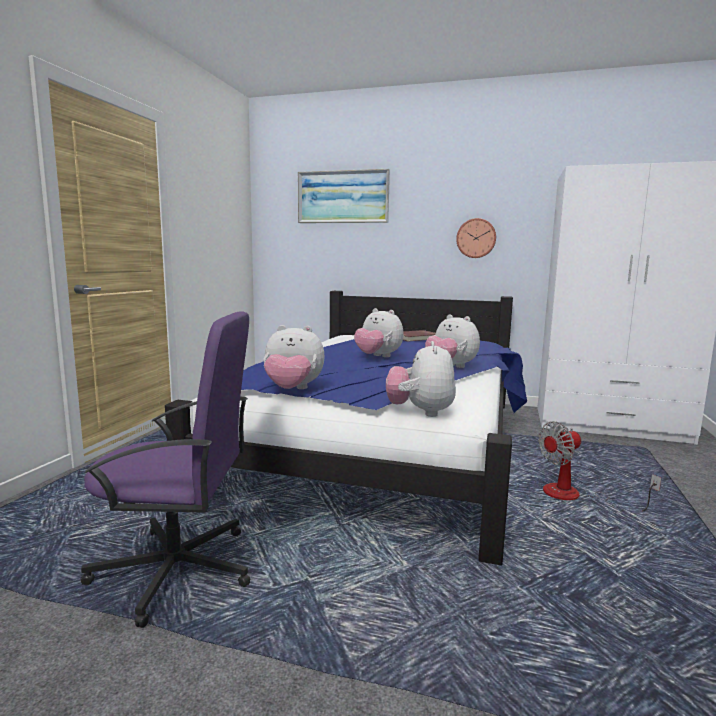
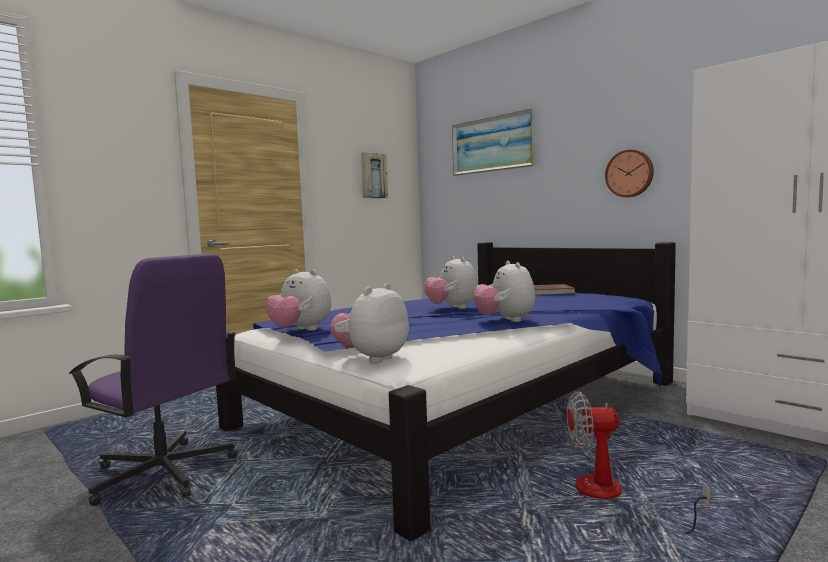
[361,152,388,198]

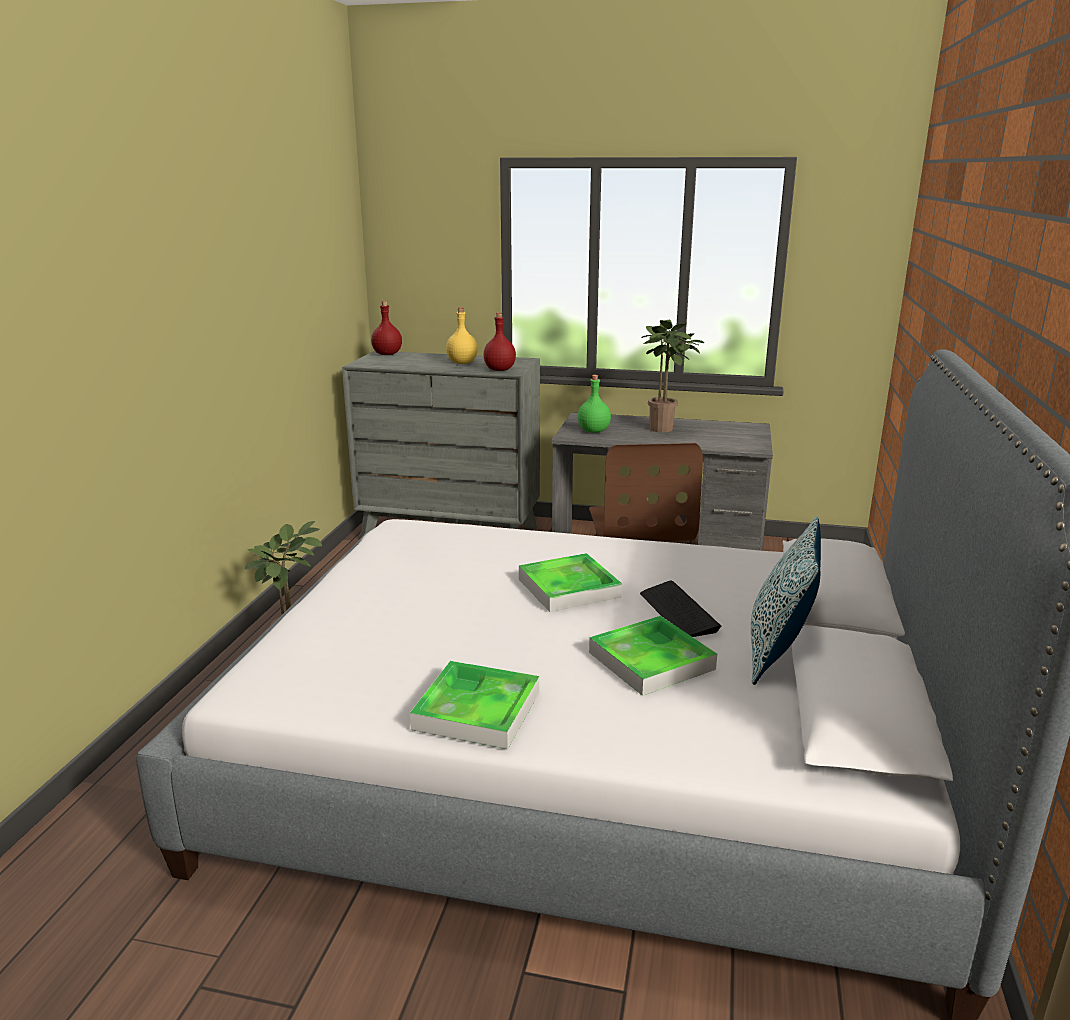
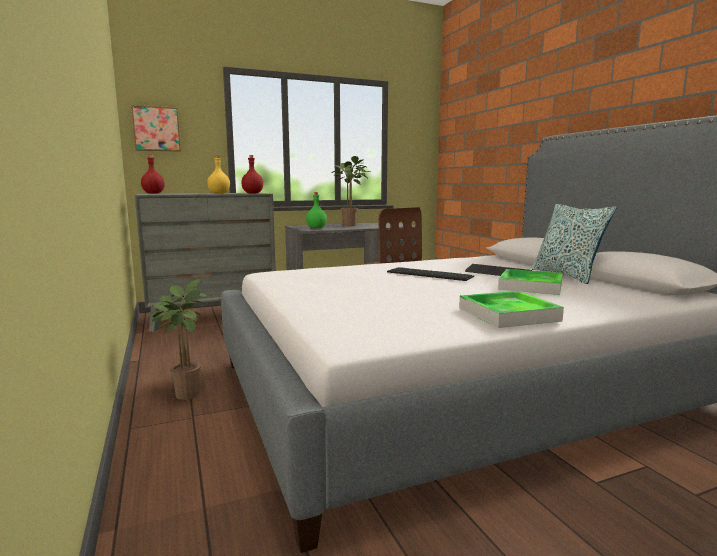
[131,105,181,152]
[387,267,474,281]

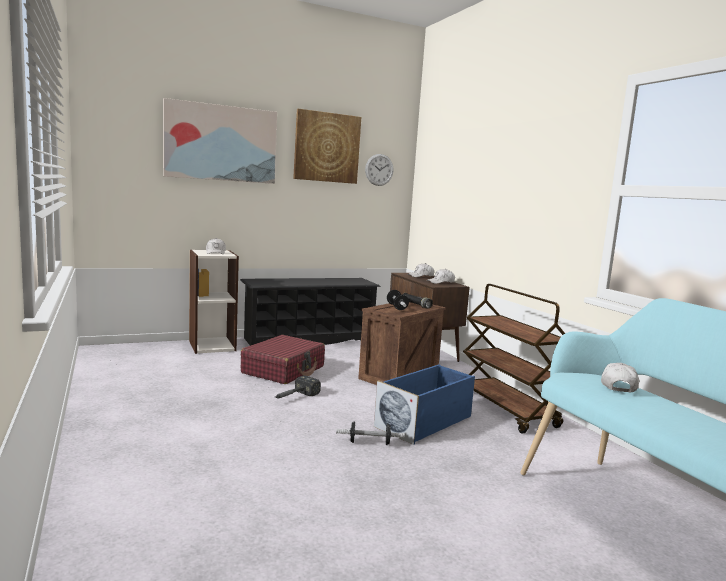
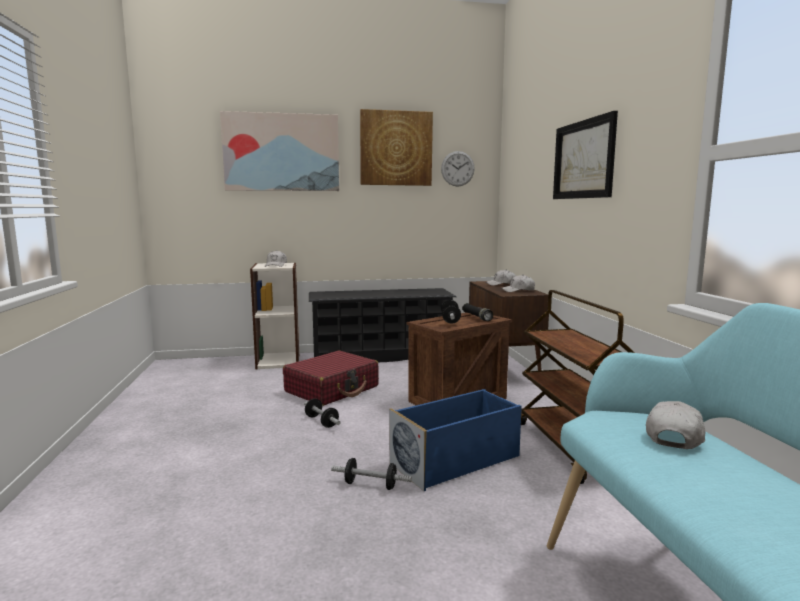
[553,111,618,199]
[304,398,341,428]

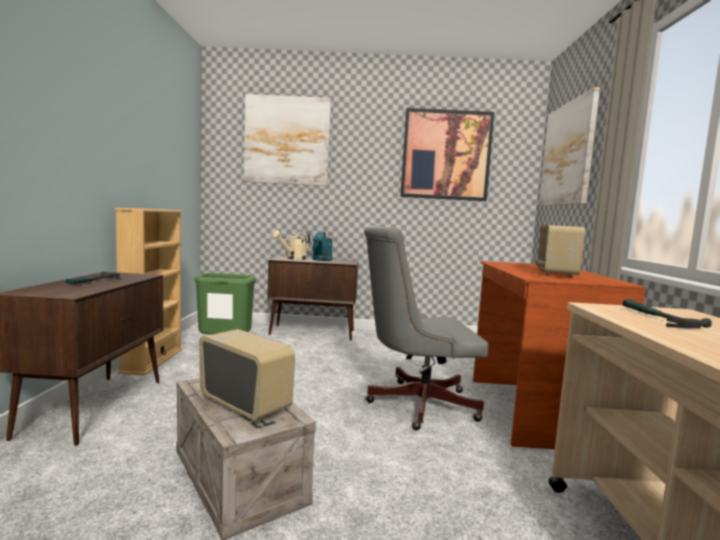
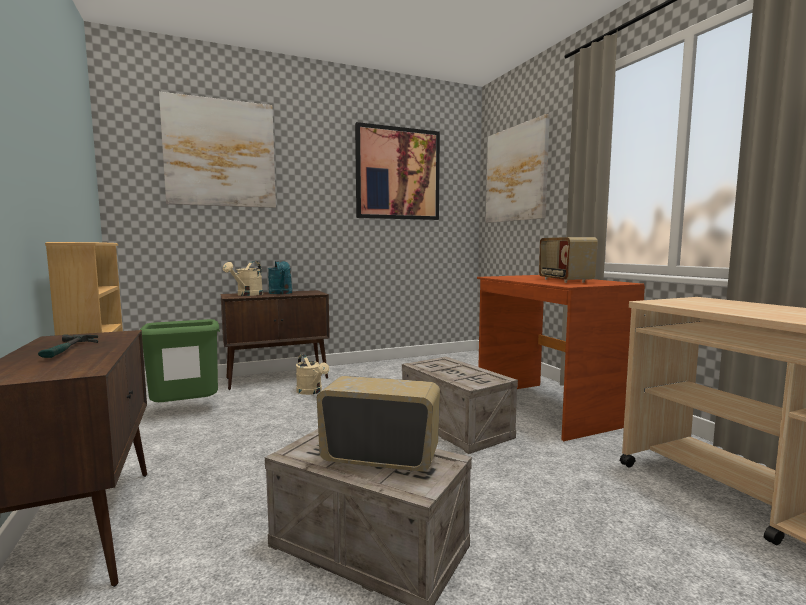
[623,299,712,328] (first image)
[296,354,329,395]
[402,357,518,454]

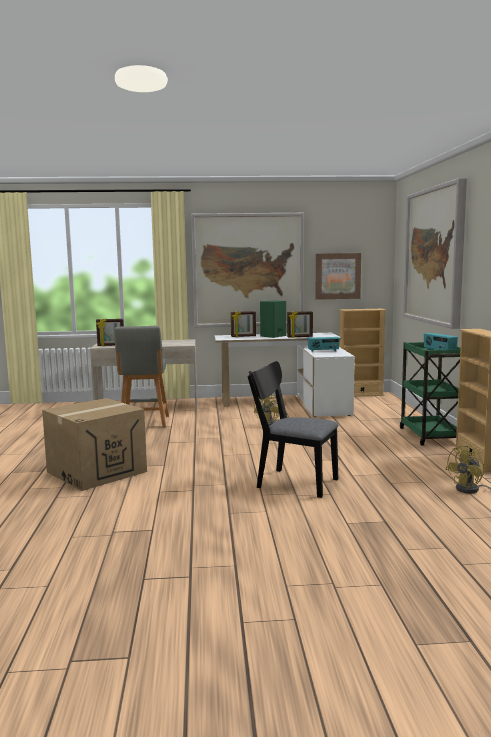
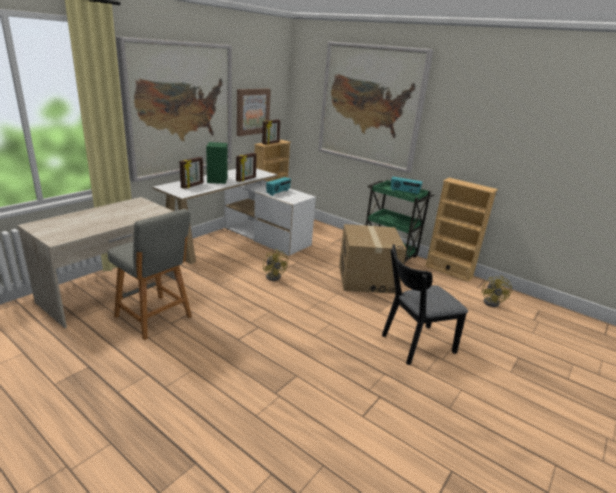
[339,224,407,294]
[262,119,280,145]

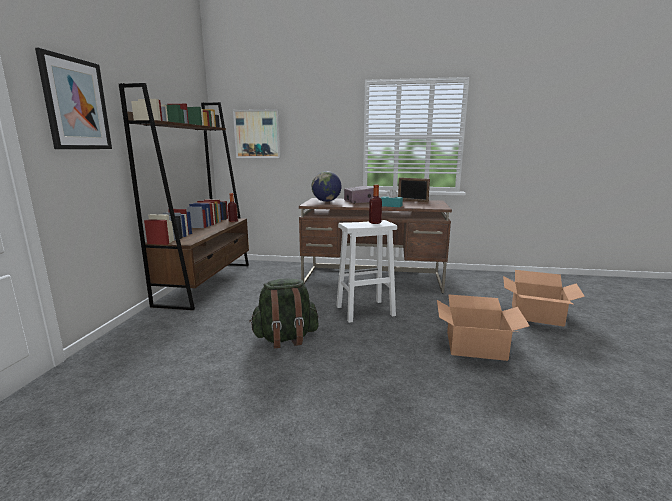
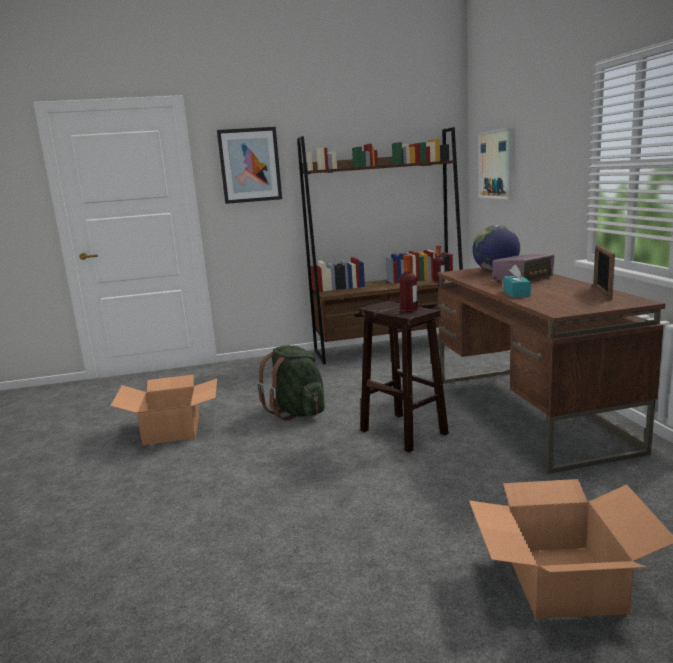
[111,375,217,445]
[359,301,449,452]

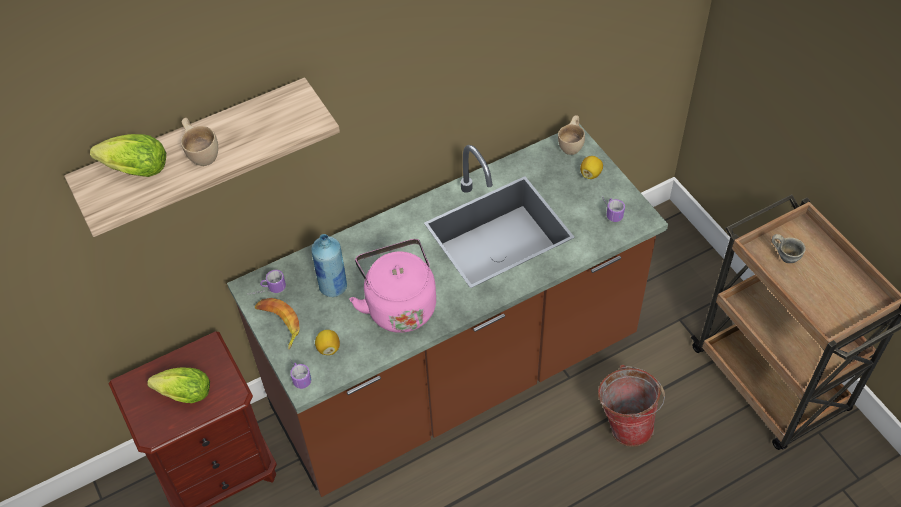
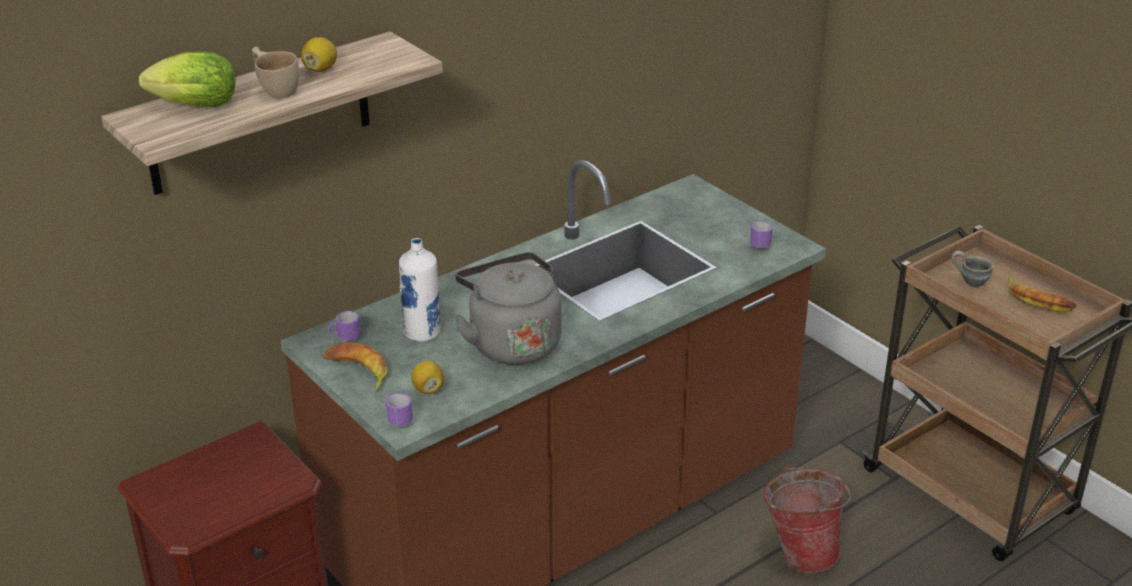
[148,367,210,403] (first image)
[558,115,585,155] (first image)
[1008,275,1077,312]
[301,37,337,72]
[399,238,441,342]
[454,252,562,365]

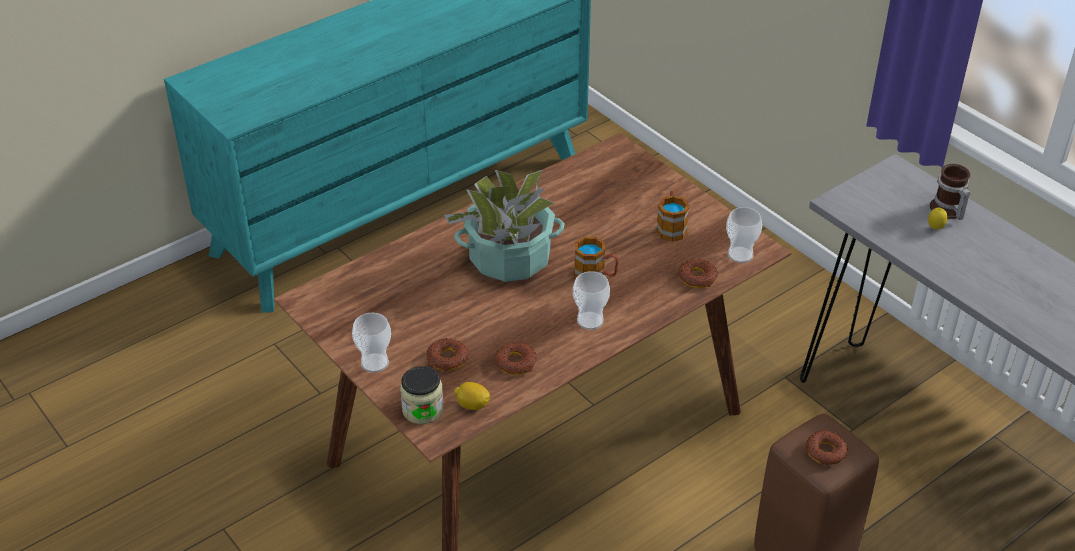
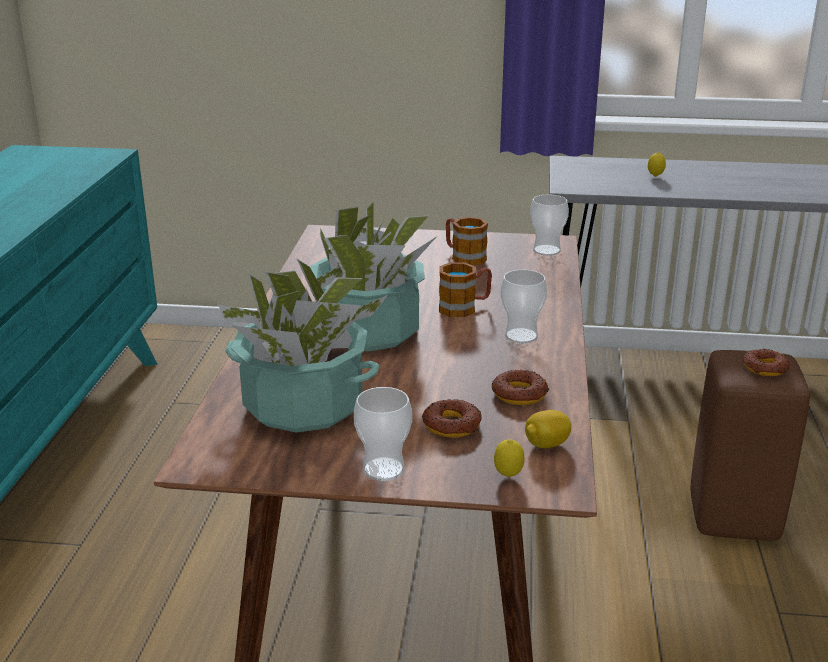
[678,259,718,288] (first image)
[930,164,971,220] (first image)
[218,258,388,433]
[494,439,524,477]

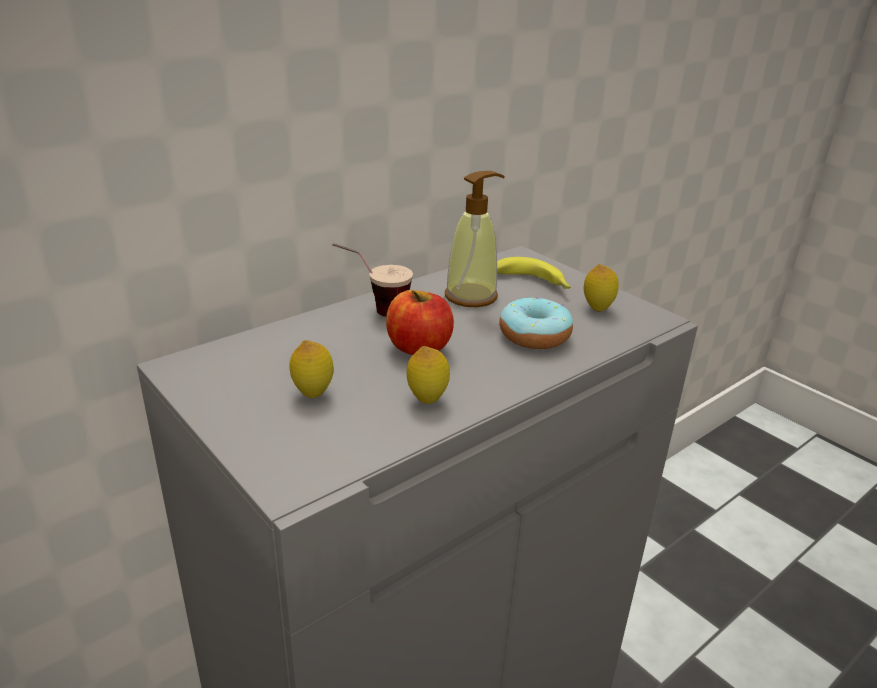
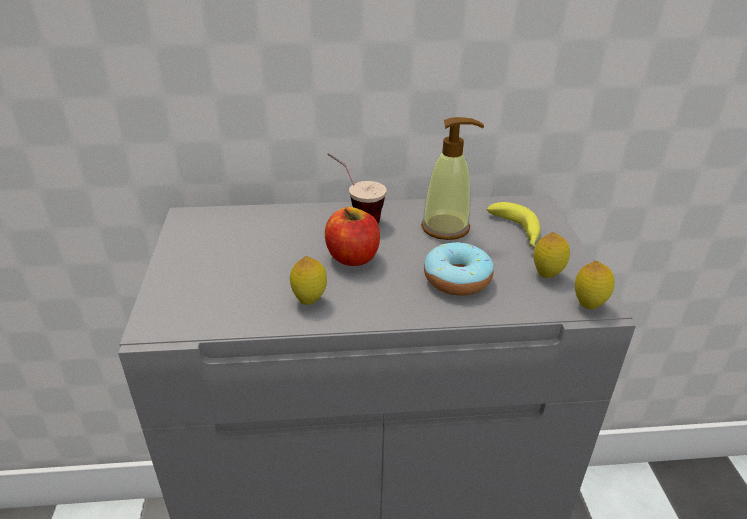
[575,261,615,309]

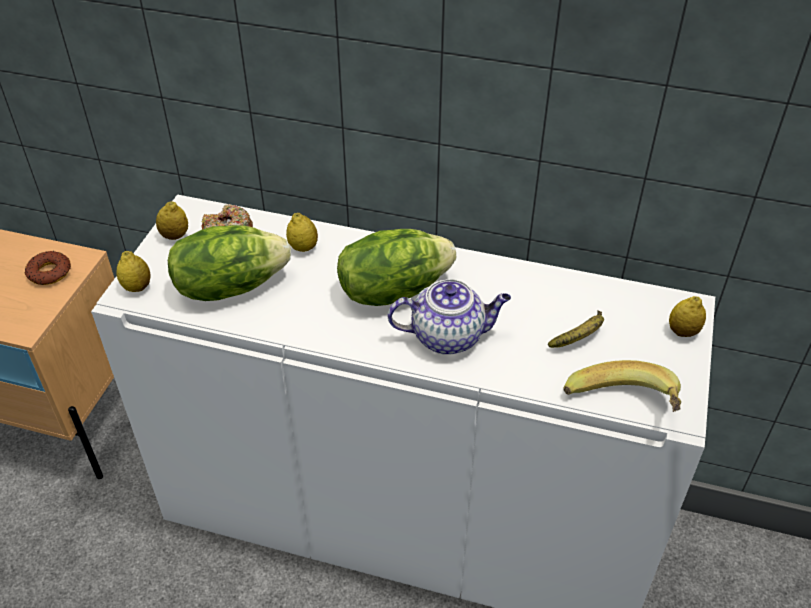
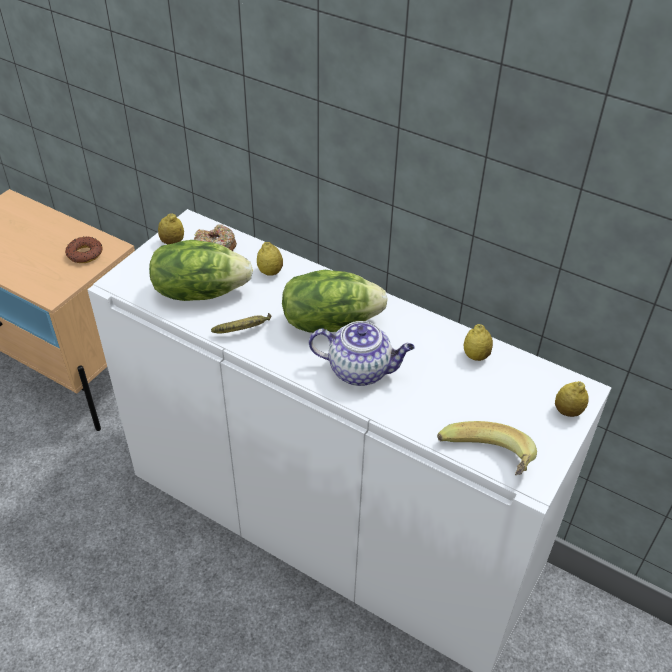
[463,324,493,361]
[211,313,271,334]

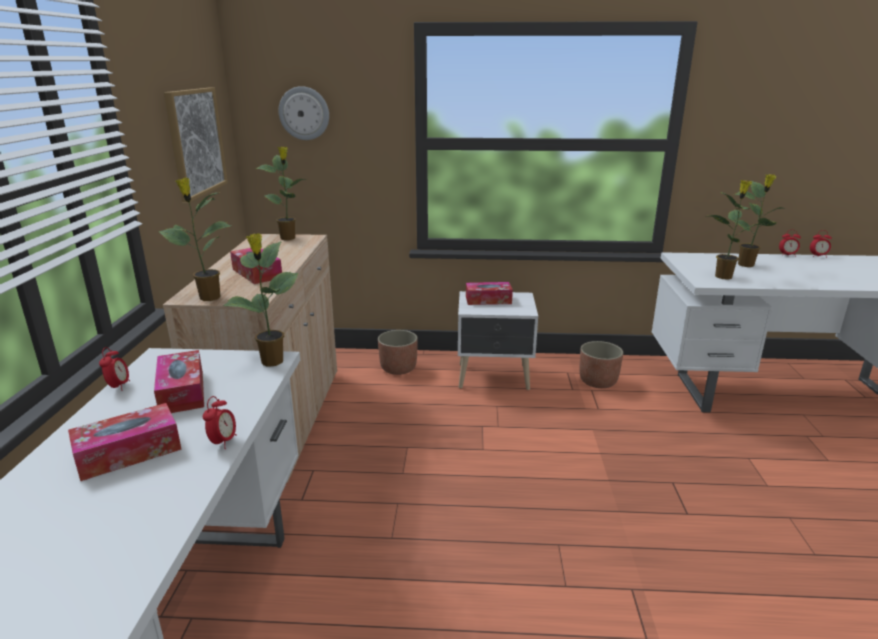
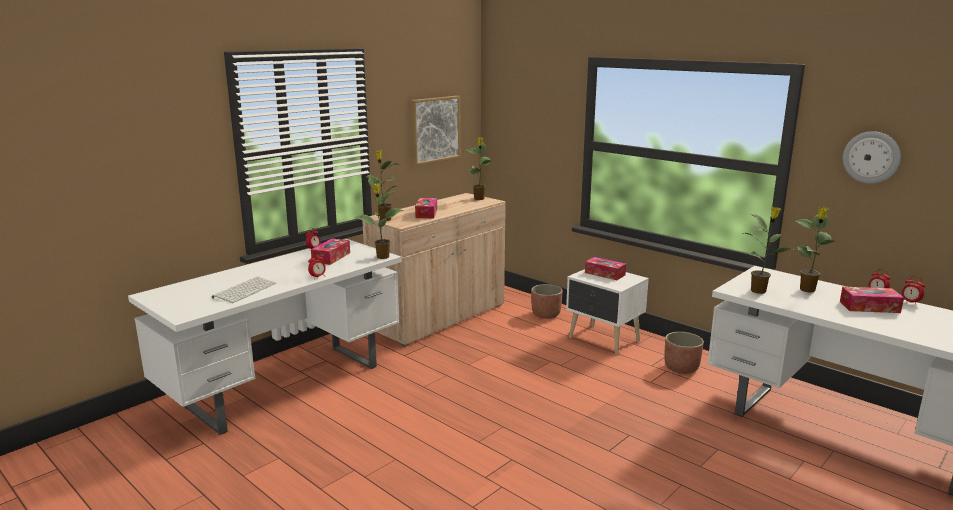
[212,277,276,303]
[840,287,904,313]
[843,131,901,184]

